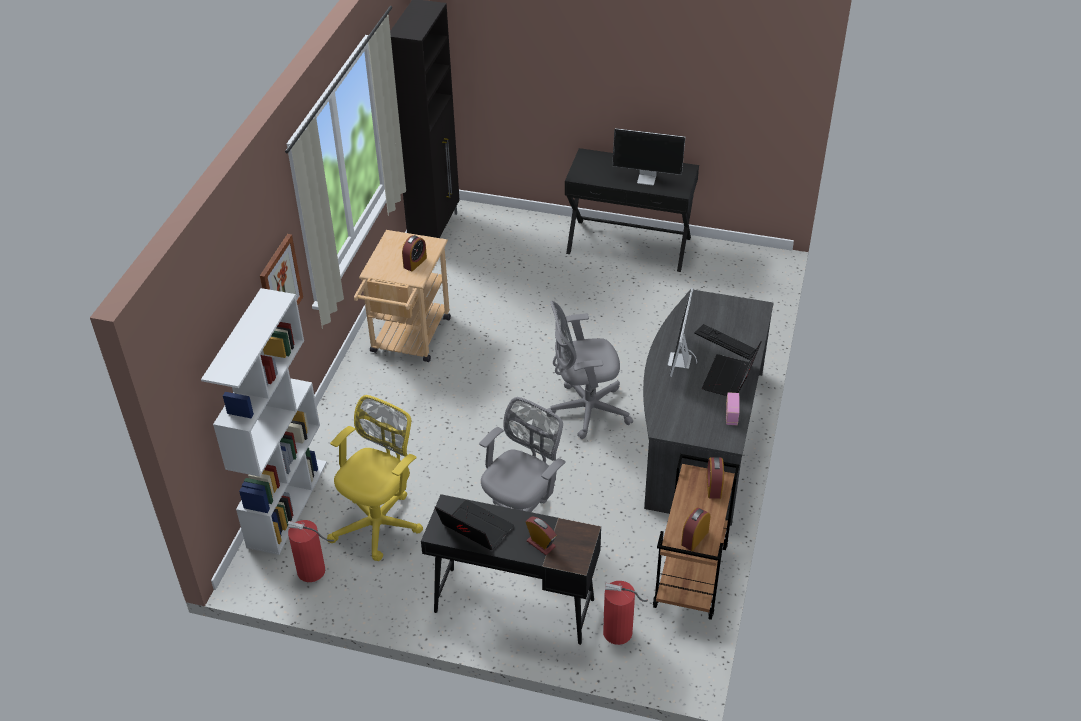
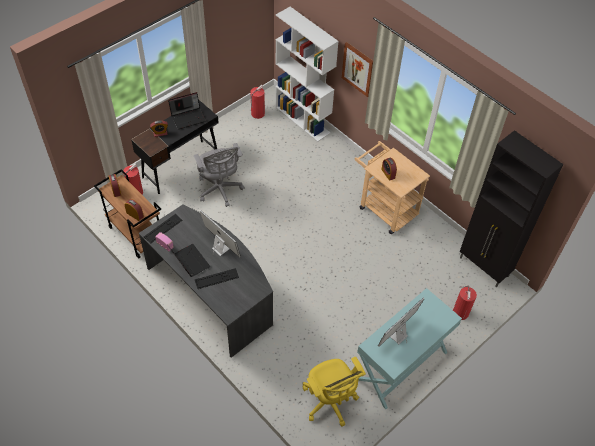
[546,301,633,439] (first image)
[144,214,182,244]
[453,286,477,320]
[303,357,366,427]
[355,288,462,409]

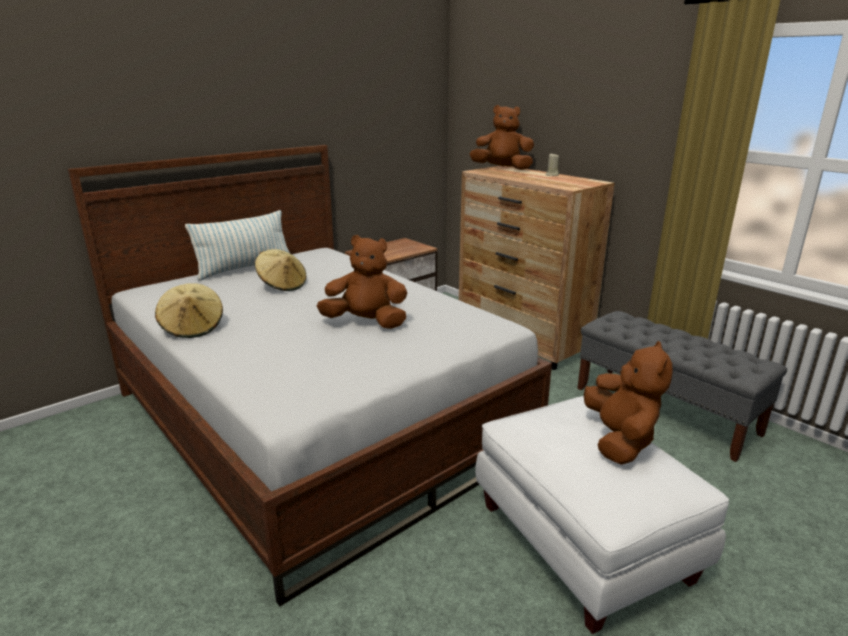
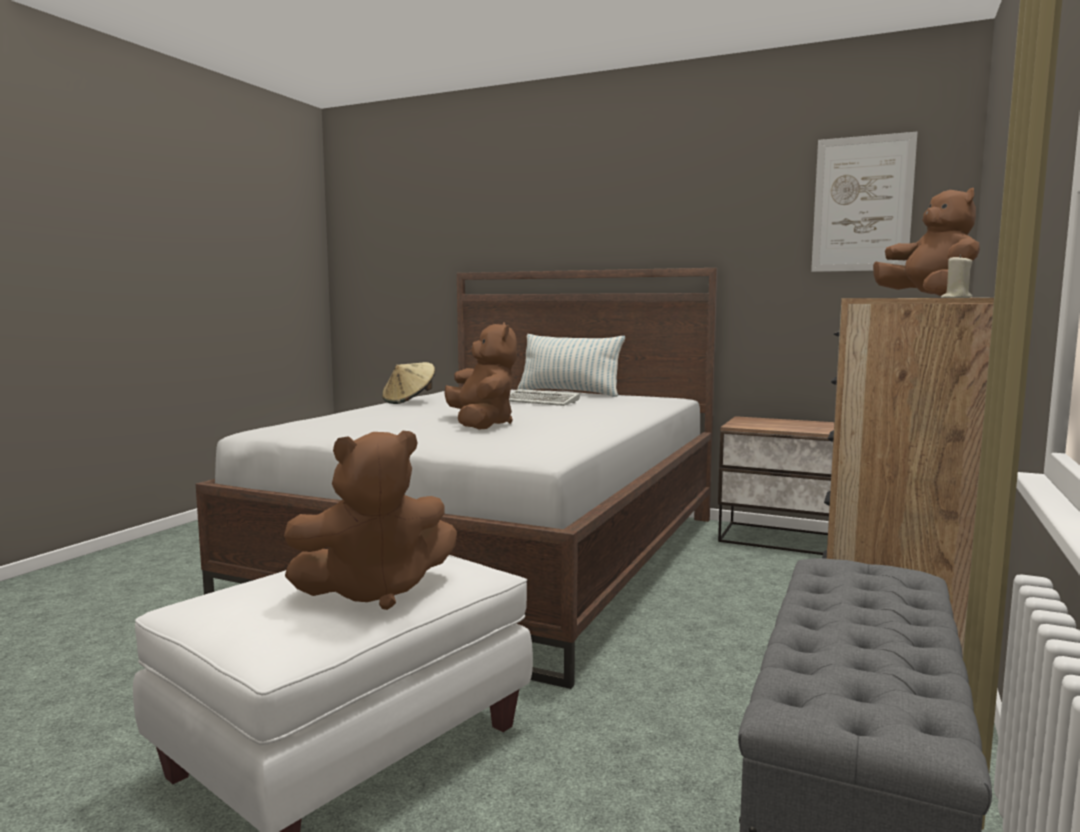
[811,132,918,272]
[509,389,580,406]

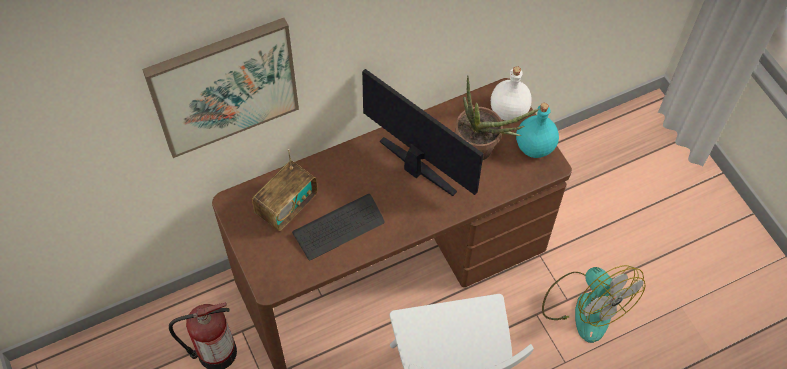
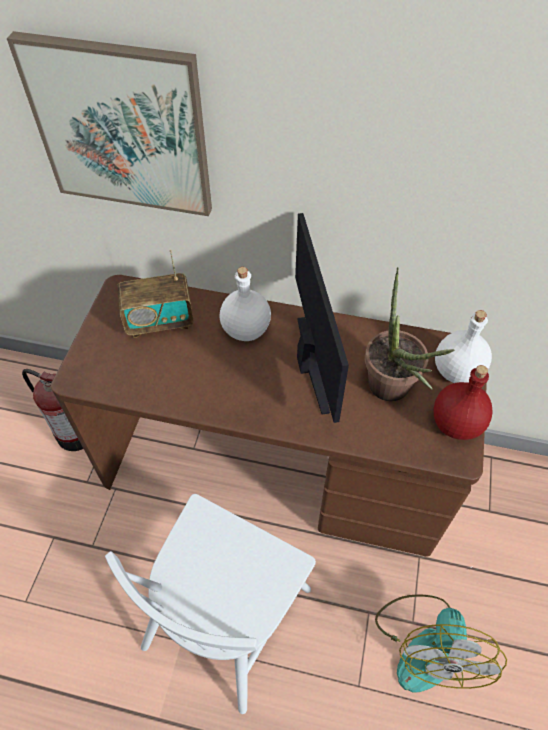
[292,194,385,260] (first image)
[219,267,271,341]
[433,365,492,440]

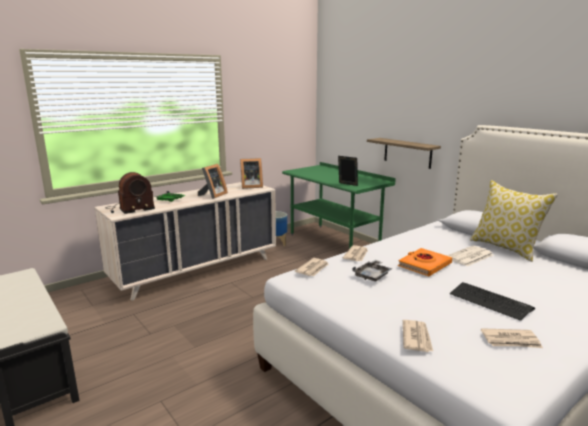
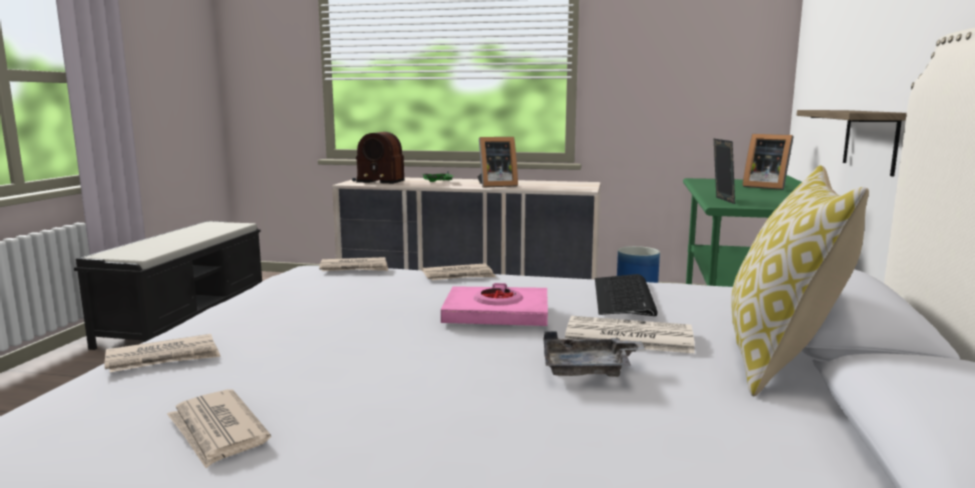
[742,134,794,190]
[544,331,645,377]
[595,274,658,316]
[441,283,548,326]

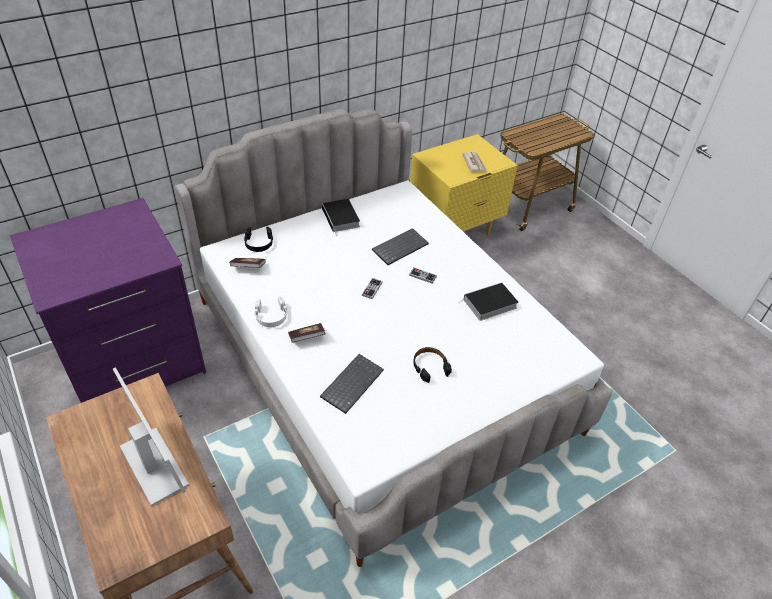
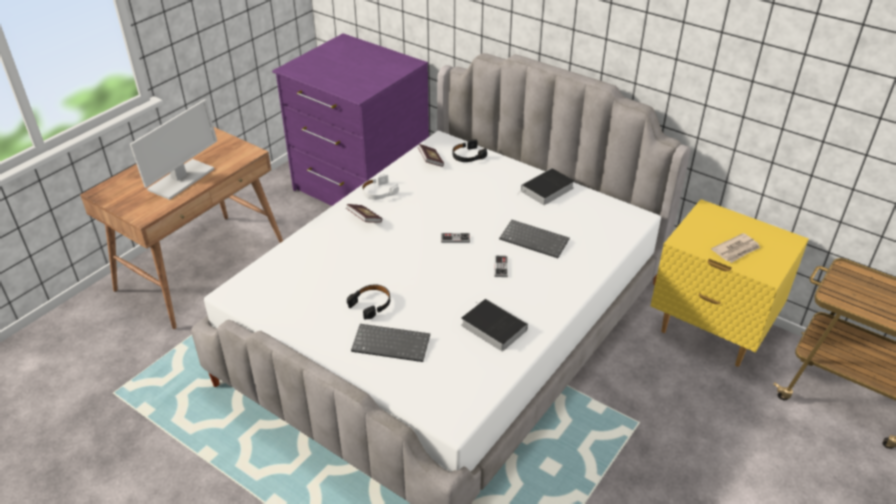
[351,324,430,362]

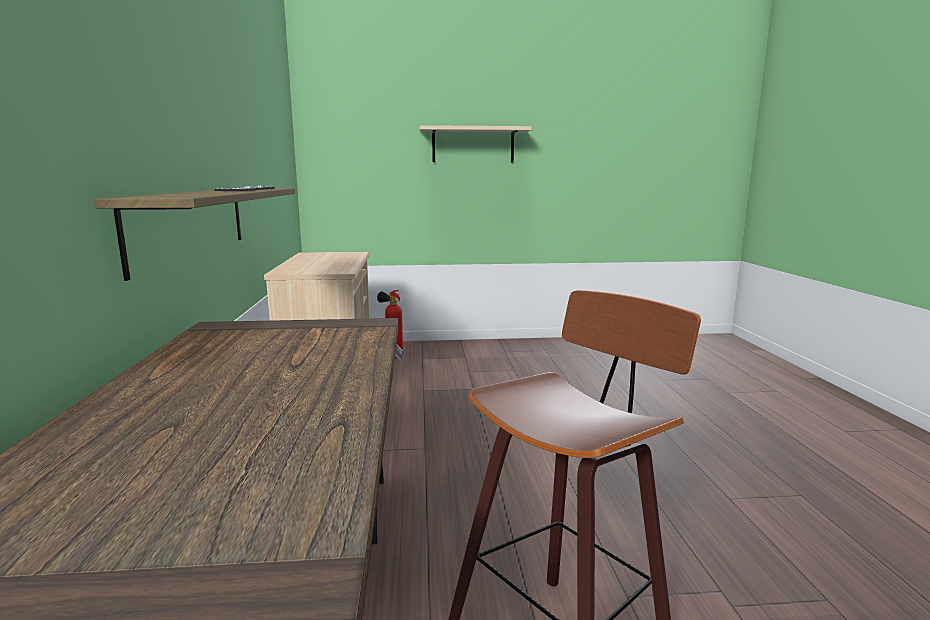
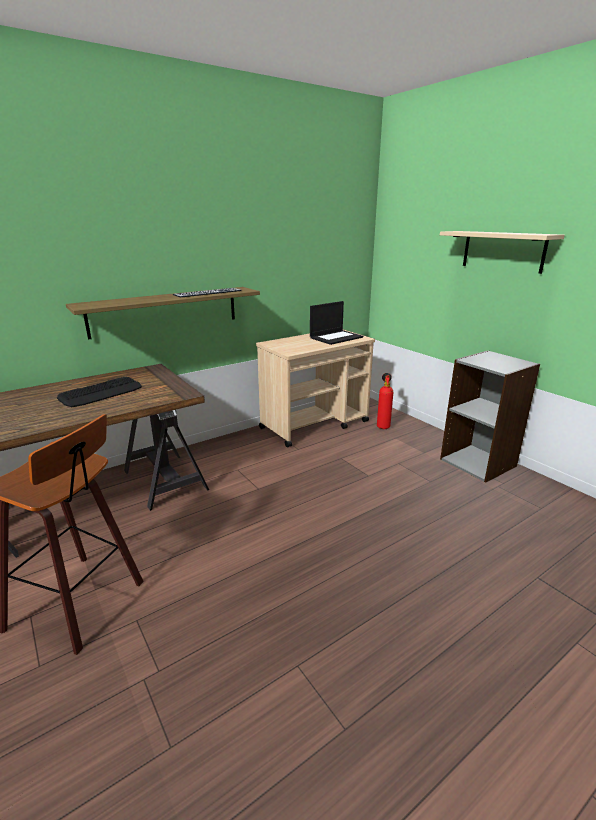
[57,377,142,407]
[310,301,363,345]
[440,350,540,482]

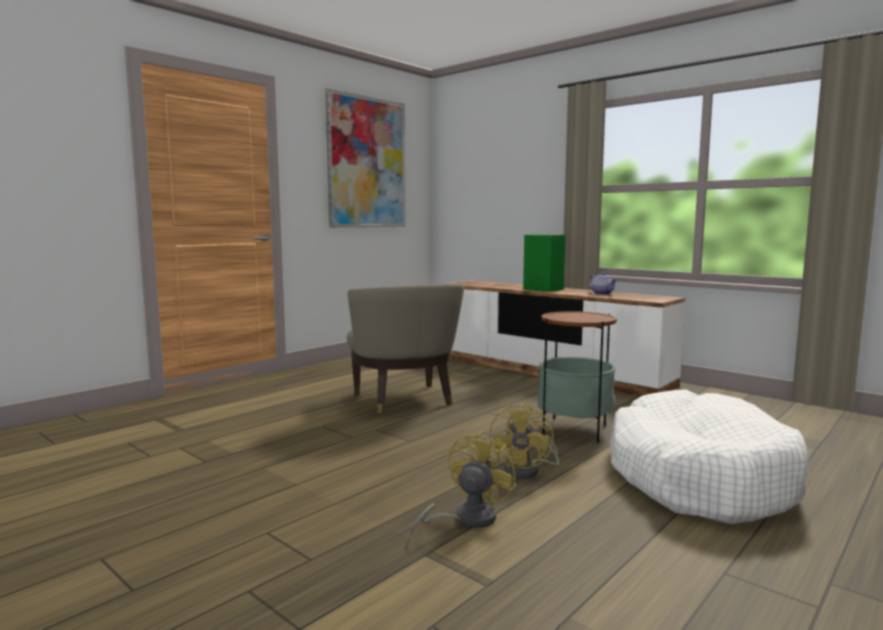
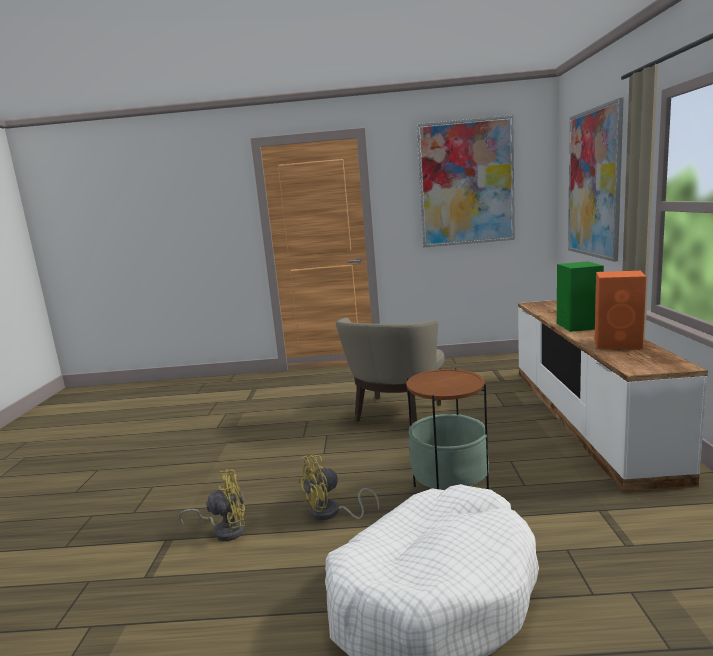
[568,98,624,262]
[595,271,646,350]

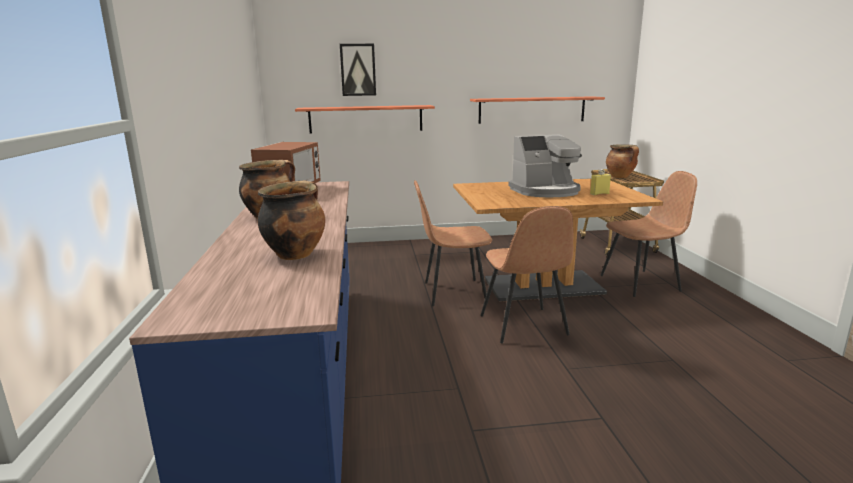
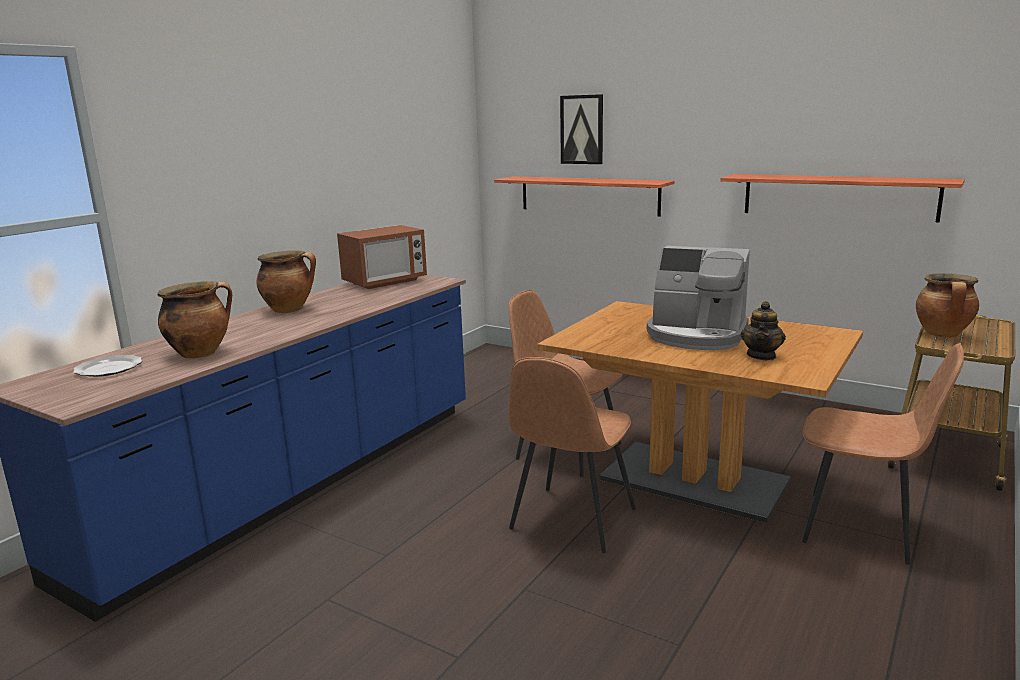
[73,355,142,377]
[741,301,786,360]

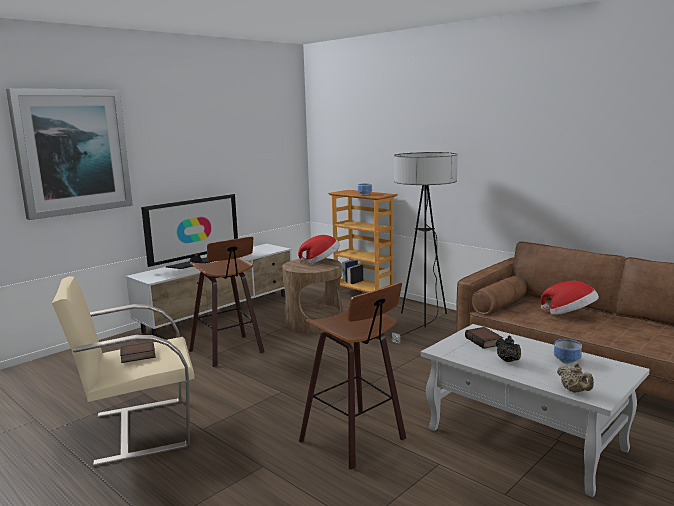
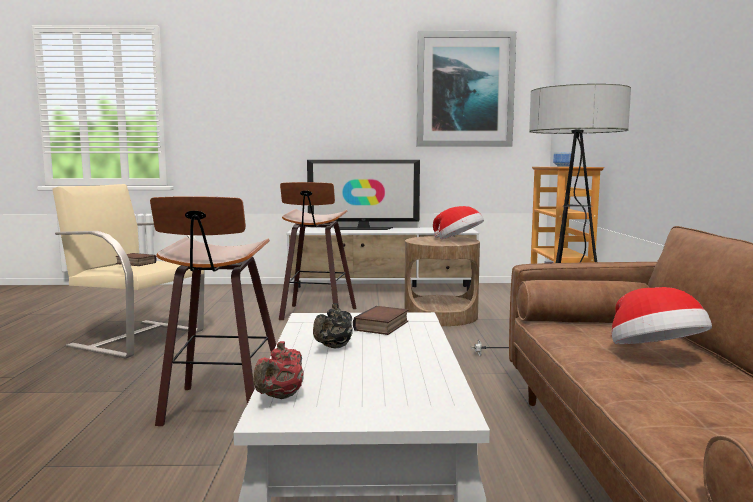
[554,339,582,364] (first image)
[416,31,516,147]
[253,341,304,399]

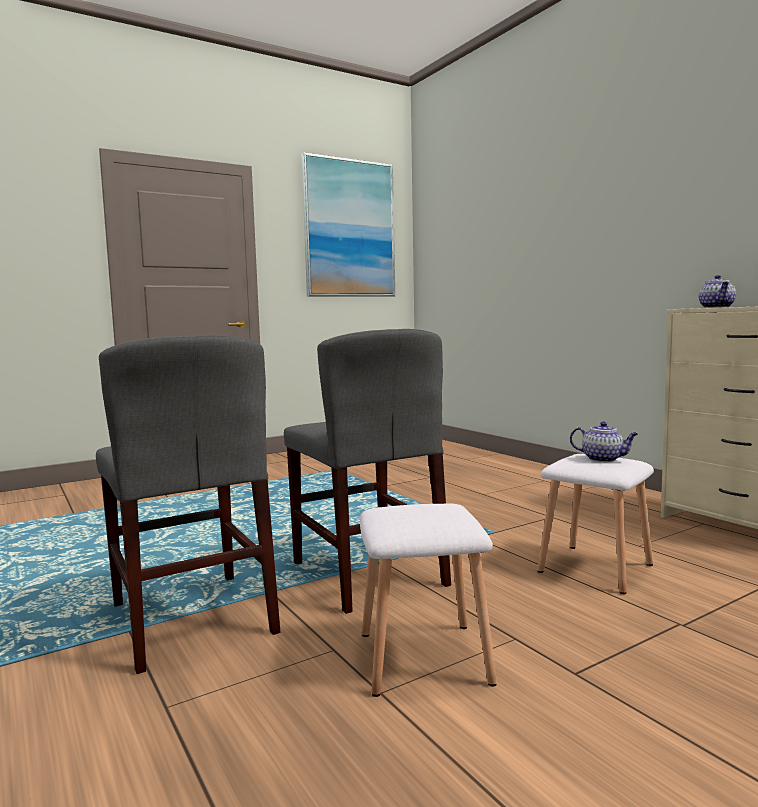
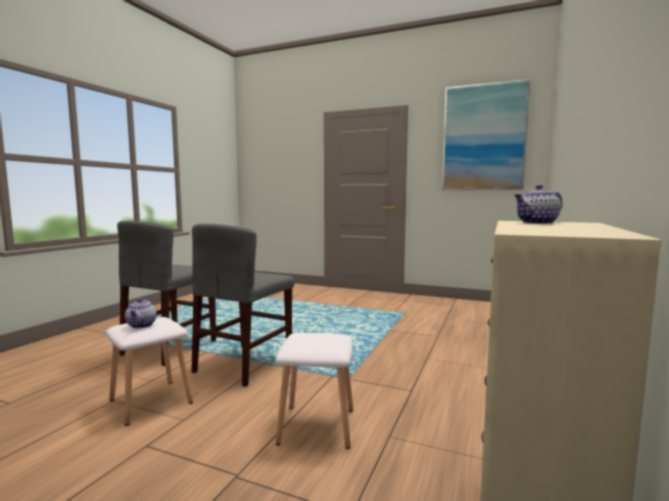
[125,298,157,328]

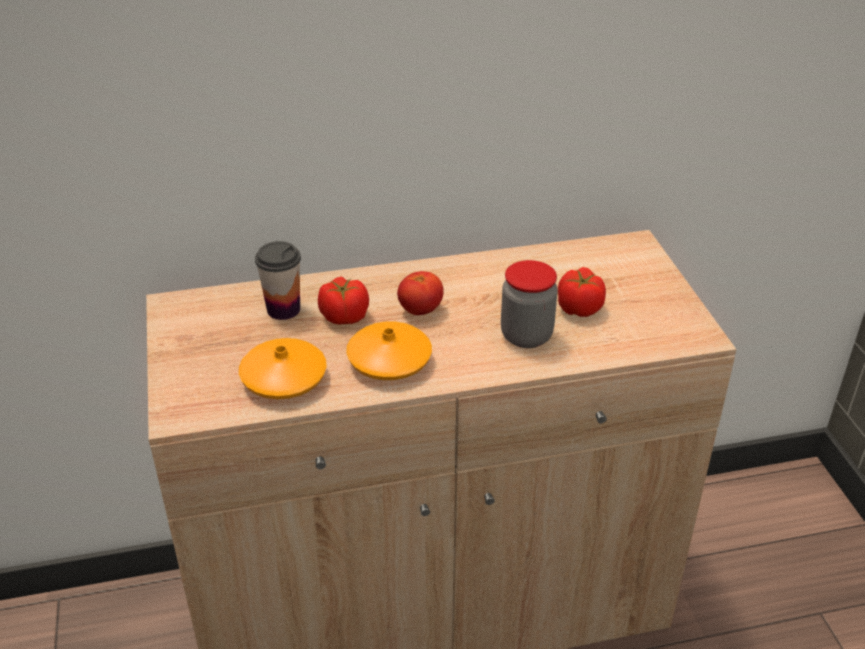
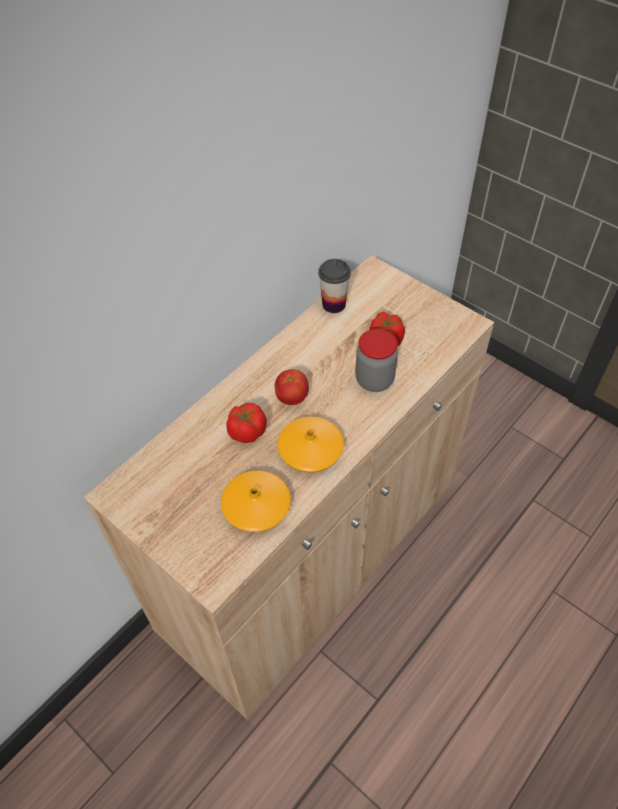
[318,259,351,313]

